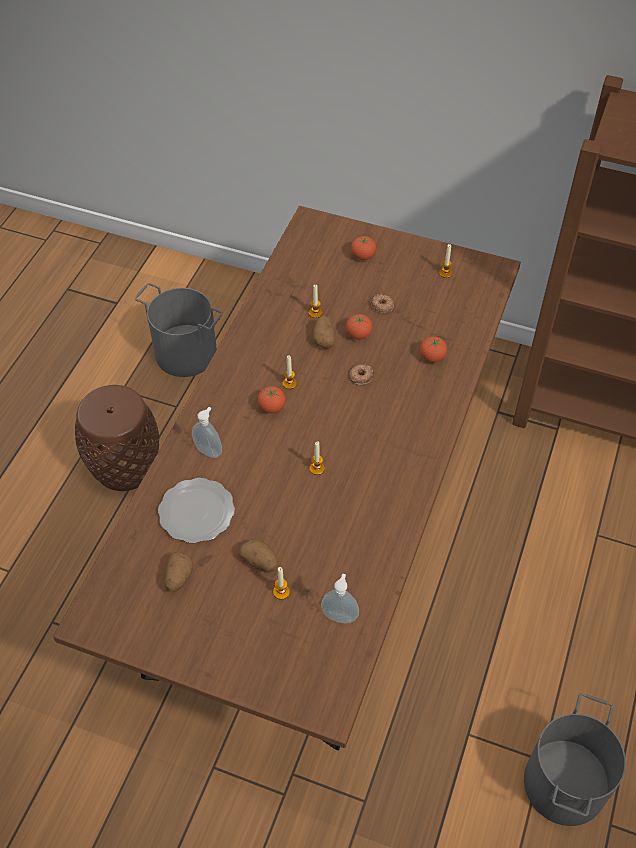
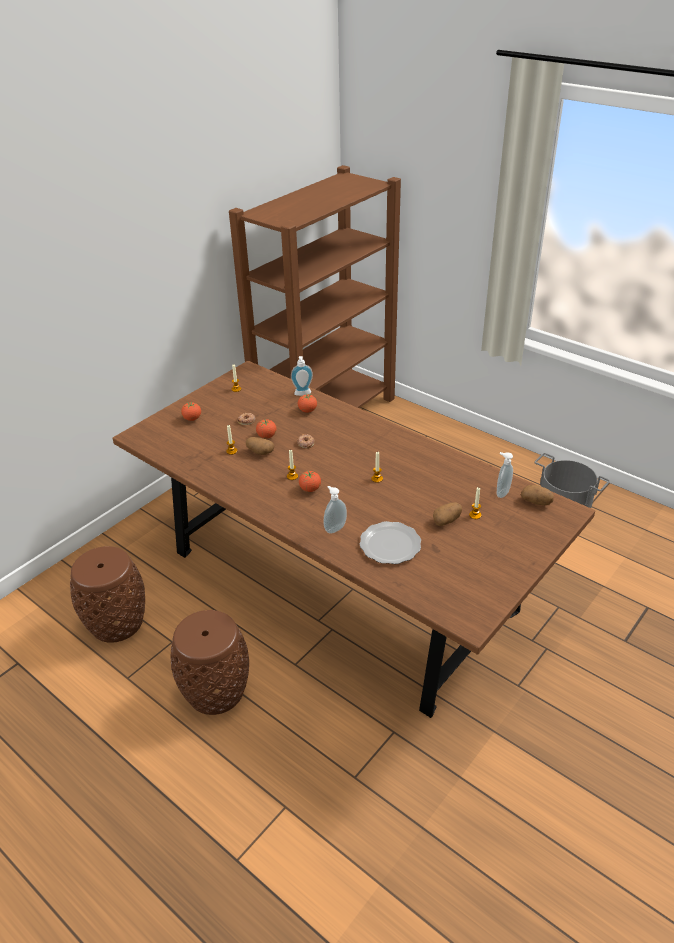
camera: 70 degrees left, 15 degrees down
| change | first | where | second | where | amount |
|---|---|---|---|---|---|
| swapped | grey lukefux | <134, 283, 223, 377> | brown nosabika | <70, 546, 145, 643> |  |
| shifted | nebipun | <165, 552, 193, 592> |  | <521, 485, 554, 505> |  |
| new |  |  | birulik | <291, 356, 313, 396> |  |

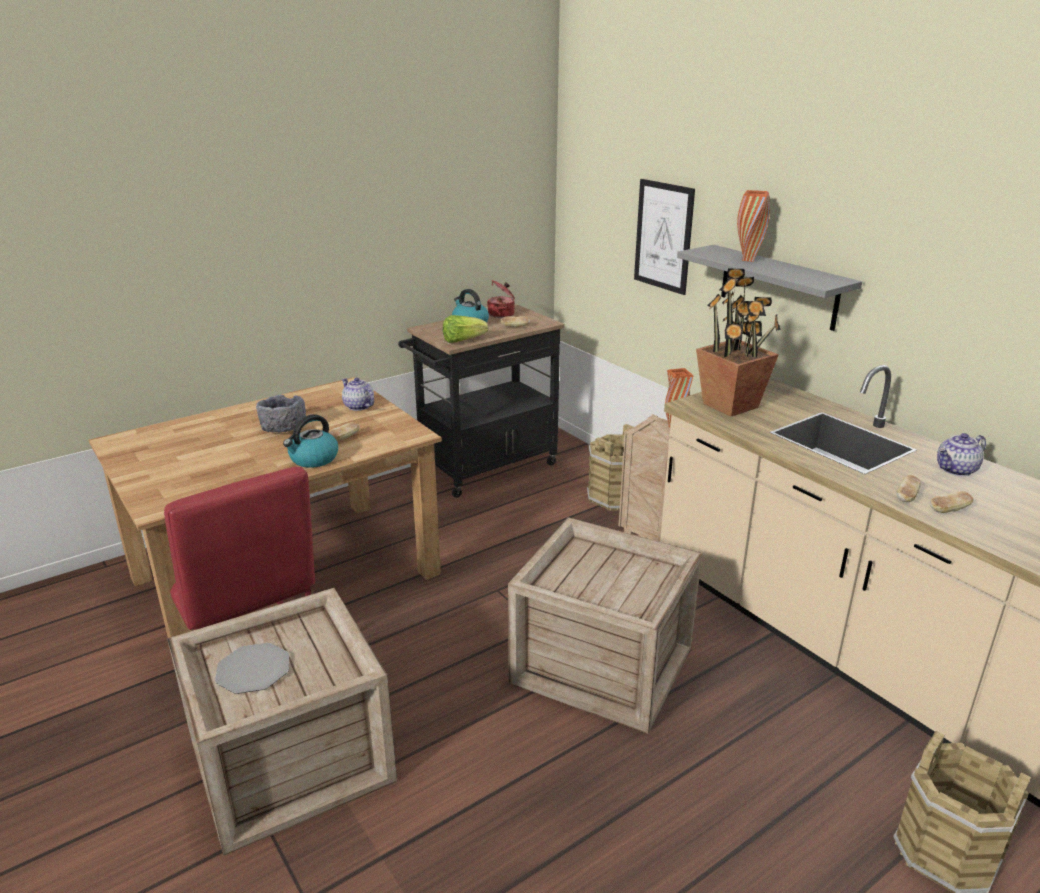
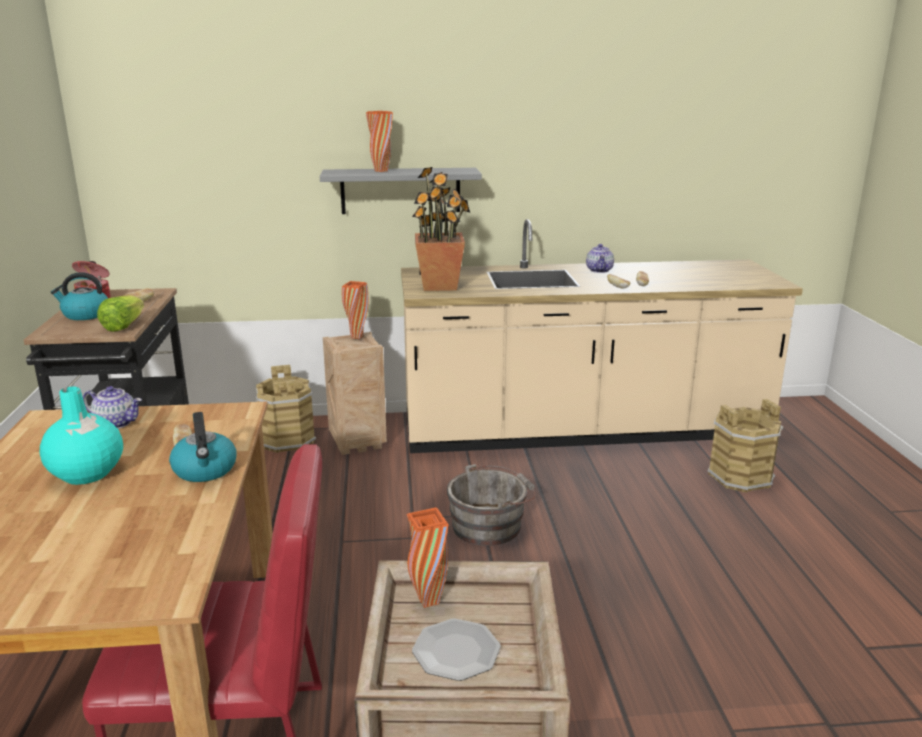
camera: 60 degrees left, 5 degrees down
| change | first | where | second | where | amount |
|---|---|---|---|---|---|
| swapped | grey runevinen | <256, 395, 306, 433> | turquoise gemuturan | <40, 386, 123, 485> |  |
| rotated | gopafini | <341, 378, 374, 411> |  | <83, 386, 142, 429> | 150 degrees counterclockwise |
| swapped | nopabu | <508, 517, 702, 734> | grey lukefux | <447, 464, 536, 546> |  |
| gone | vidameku | <634, 179, 695, 295> |  |  |  |
| new |  |  | orange gemuturan | <407, 507, 449, 608> |  |

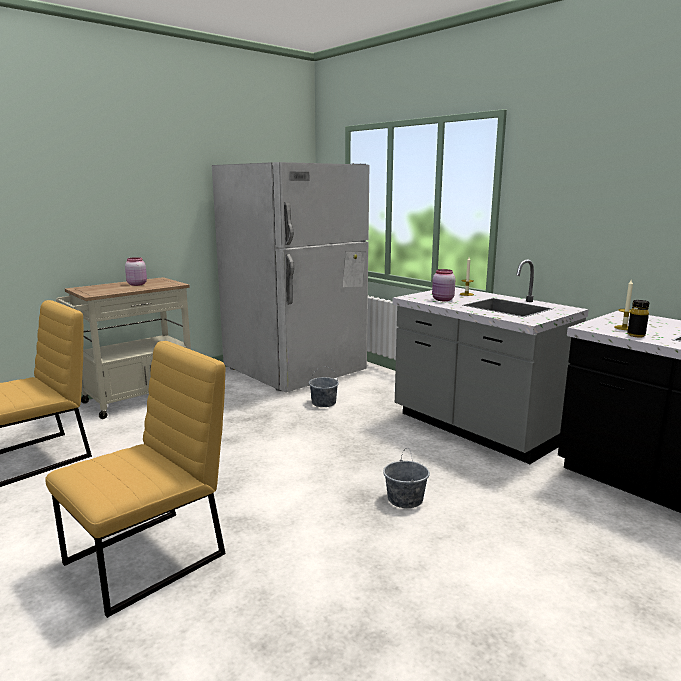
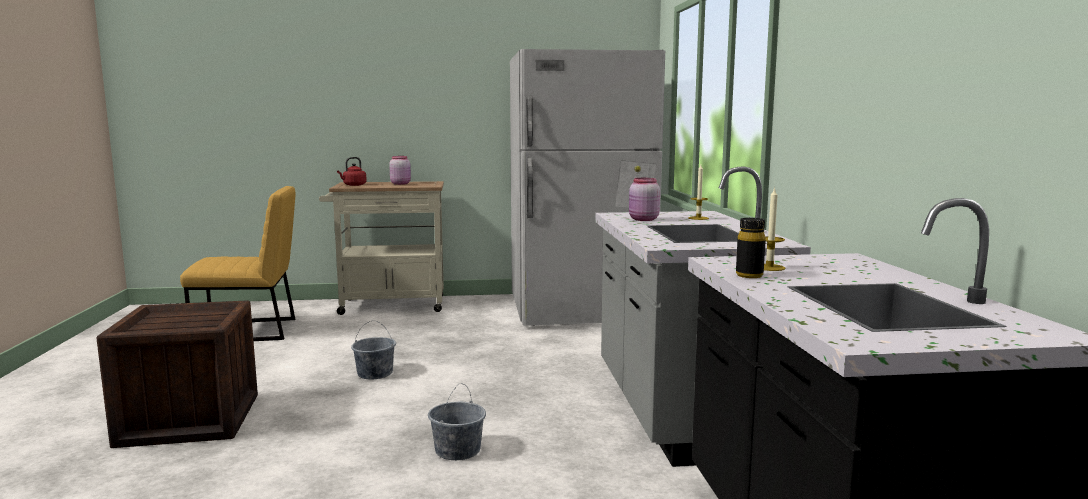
camera: 35 degrees right, 5 degrees down
| change | first | where | second | where | amount |
|---|---|---|---|---|---|
| swapped | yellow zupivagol | <45, 341, 226, 618> | nopabu | <96, 300, 258, 448> |  |
| shifted | grey lukefux | <309, 366, 339, 407> |  | <351, 320, 396, 379> |  |
| new |  |  | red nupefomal | <337, 157, 367, 186> |  |

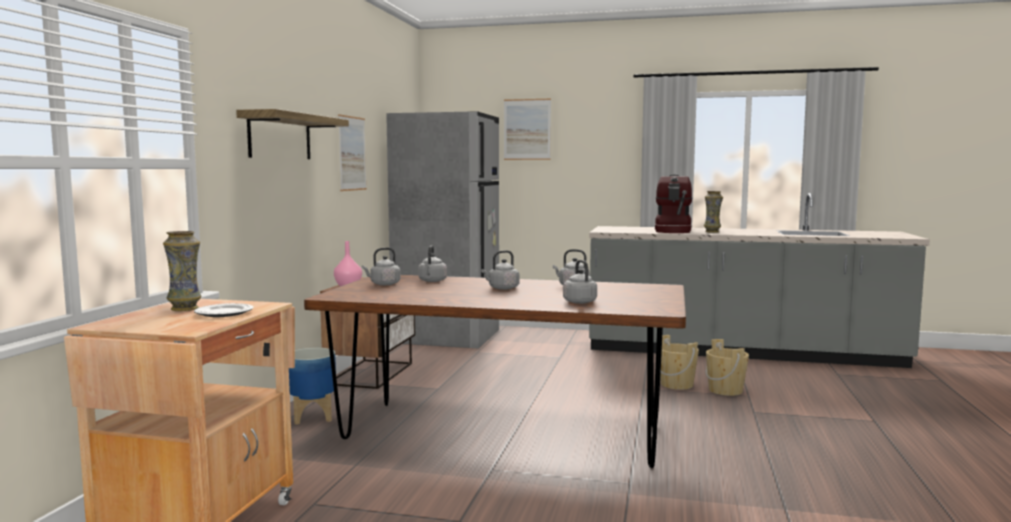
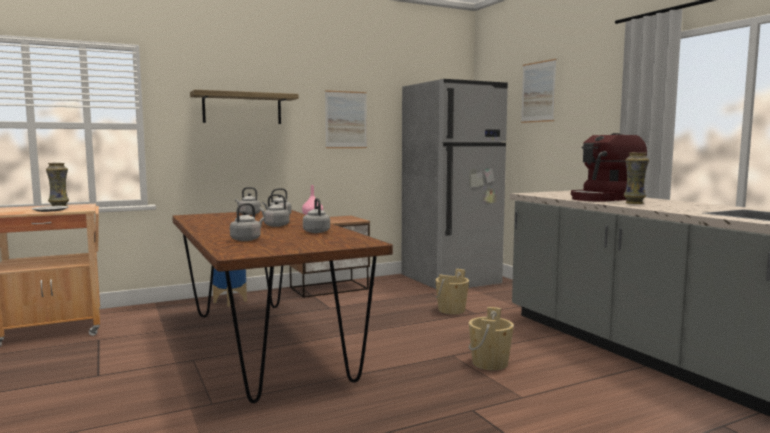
camera: 50 degrees right, 0 degrees up
| change | first | where | second | where | amount |
|---|---|---|---|---|---|
| shifted | beige lukefux | <706, 339, 749, 396> |  | <435, 269, 469, 314> |  |

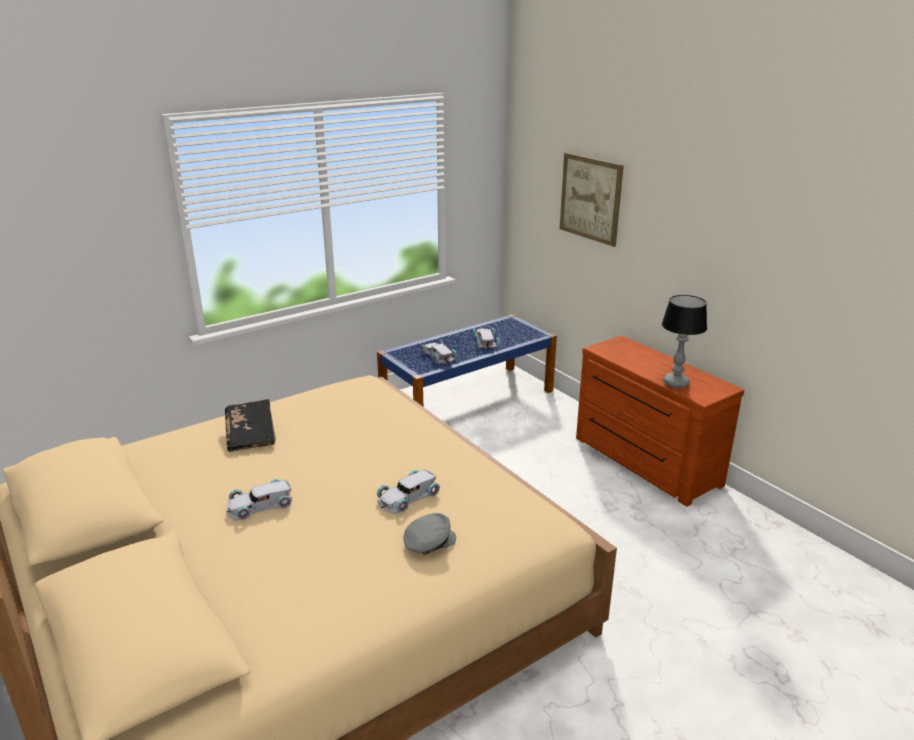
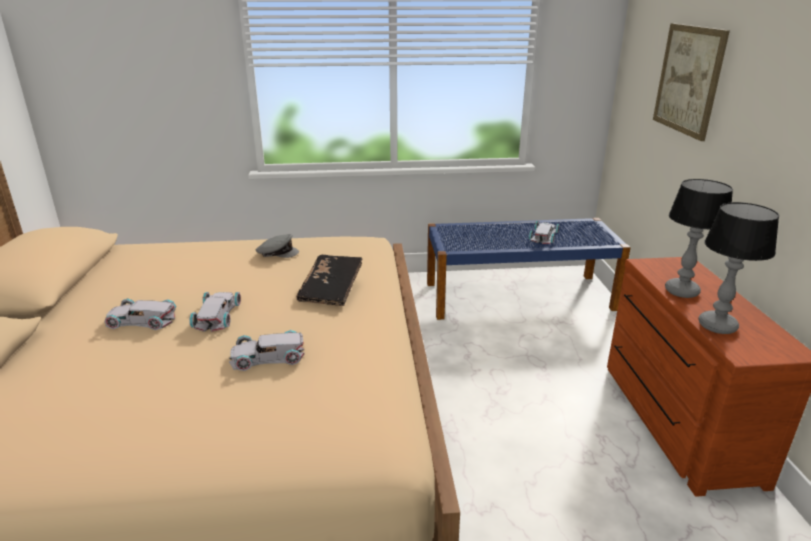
camera: 30 degrees right, 0 degrees up
| change | first | where | second | where | amount |
|---|---|---|---|---|---|
| shifted | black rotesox | <225, 399, 276, 452> |  | <296, 255, 363, 306> |  |
| shifted | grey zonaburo | <404, 513, 456, 555> |  | <256, 234, 299, 258> |  |
| shifted | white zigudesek | <421, 341, 457, 364> |  | <189, 292, 241, 332> |  |
| new |  |  | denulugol | <665, 179, 733, 298> |  |

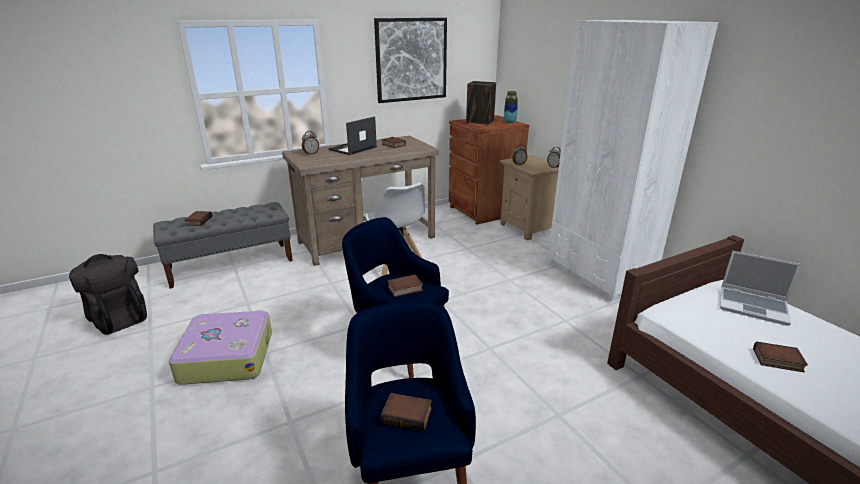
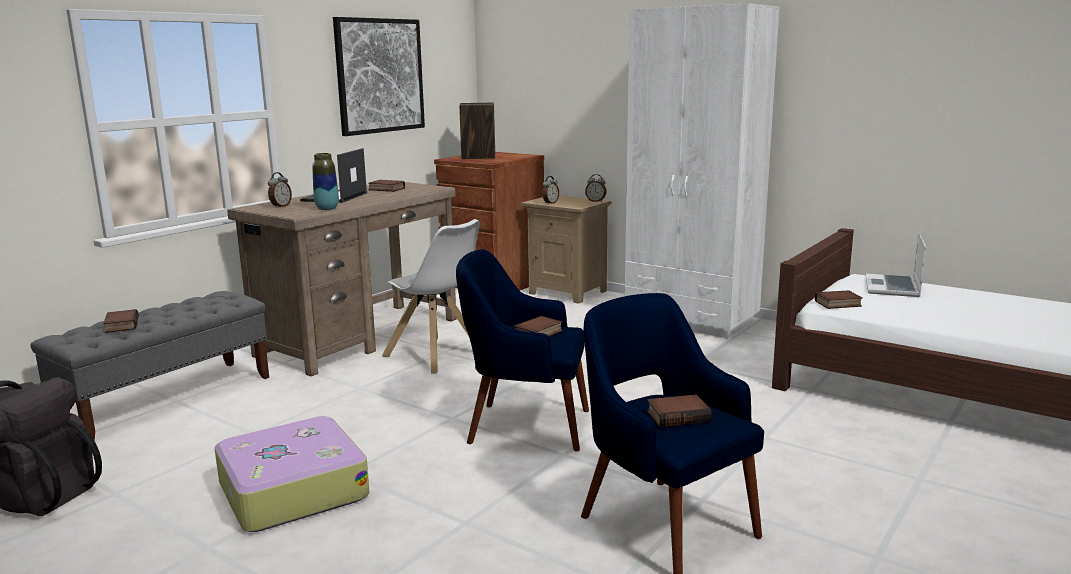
camera: 25 degrees left, 10 degrees down
| change | first | where | second | where | amount |
|---|---|---|---|---|---|
| shifted | gemuturan | <504, 91, 518, 123> |  | <312, 153, 339, 210> |  |
| rotated | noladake | <720, 251, 802, 326> |  | <865, 233, 926, 297> | 105 degrees clockwise |
| shifted | rotesox | <753, 342, 808, 372> |  | <815, 290, 863, 309> |  |

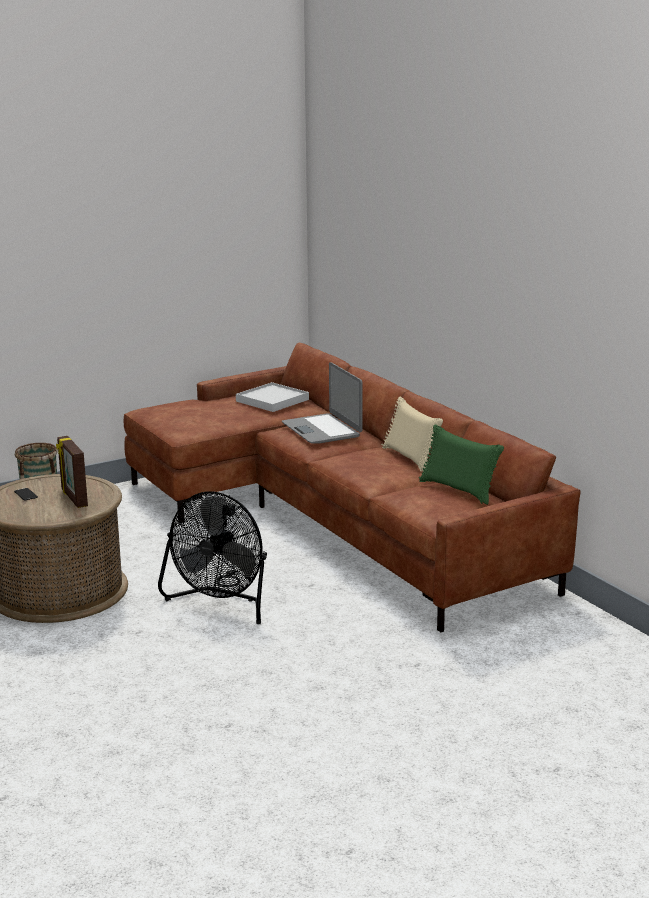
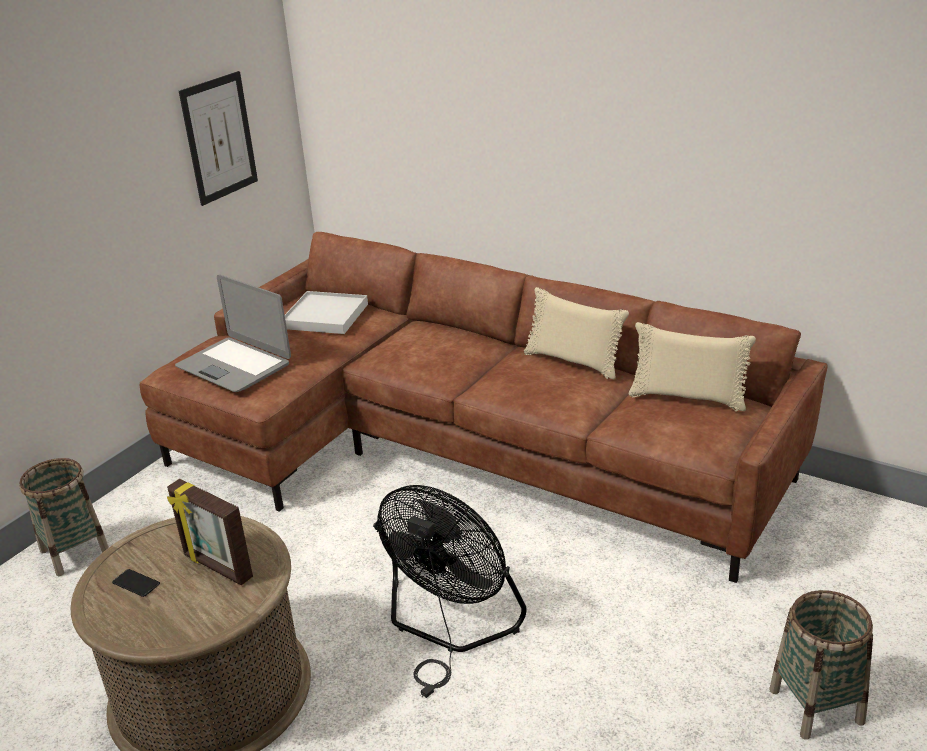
camera: 25 degrees left, 10 degrees up
| change | first | where | second | where | amount |
|---|---|---|---|---|---|
| rotated | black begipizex | <158, 491, 267, 624> |  | <373, 485, 527, 698> | 150 degrees counterclockwise |
| shifted | noladake | <282, 362, 362, 444> |  | <175, 274, 291, 392> |  |
| repainted | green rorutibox | <419, 424, 504, 505> | beige rorutibox | <628, 322, 756, 412> |  |
| new |  |  | vidameku | <179, 71, 258, 206> |  |
| new |  |  | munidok | <769, 590, 873, 740> |  |

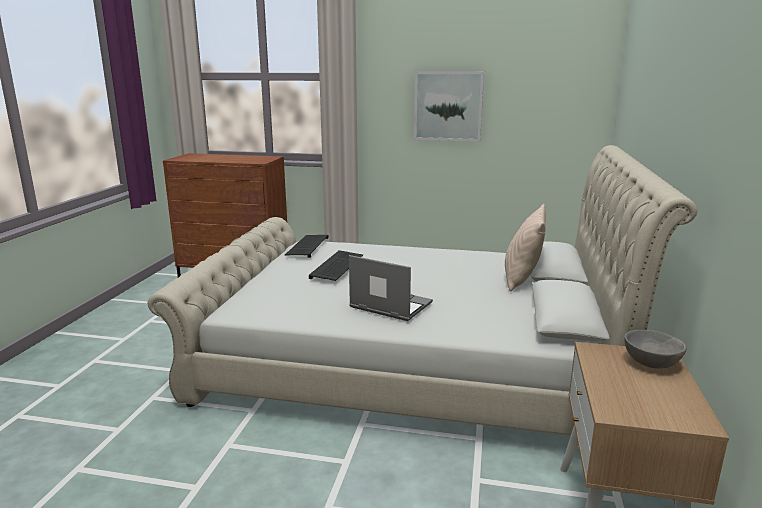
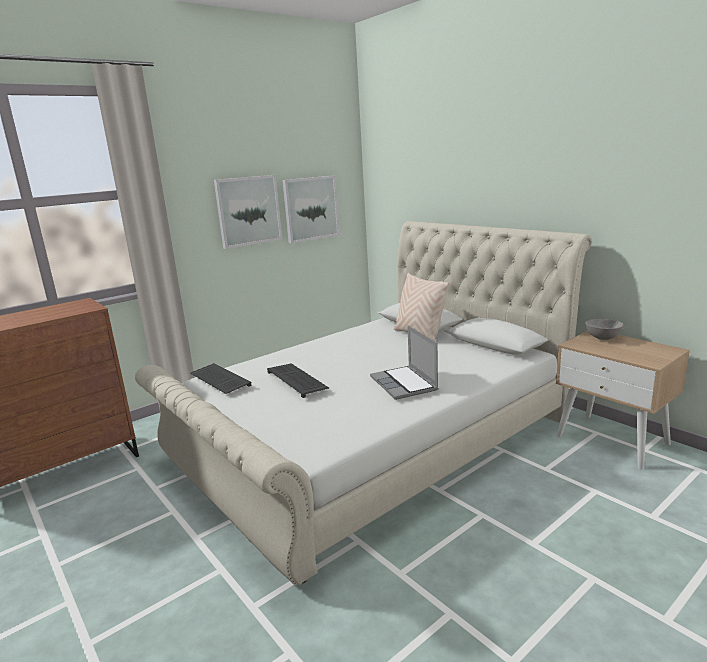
camera: 50 degrees left, 0 degrees up
| change | first | where | second | where | amount |
|---|---|---|---|---|---|
| rotated | noladake | <349, 255, 433, 321> |  | <370, 325, 439, 400> | 90 degrees counterclockwise |
| new |  |  | vidameku | <282, 176, 339, 244> |  |

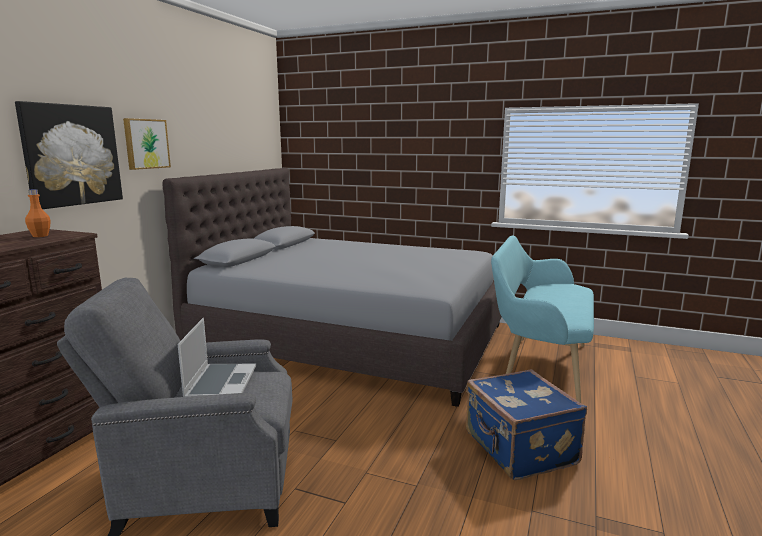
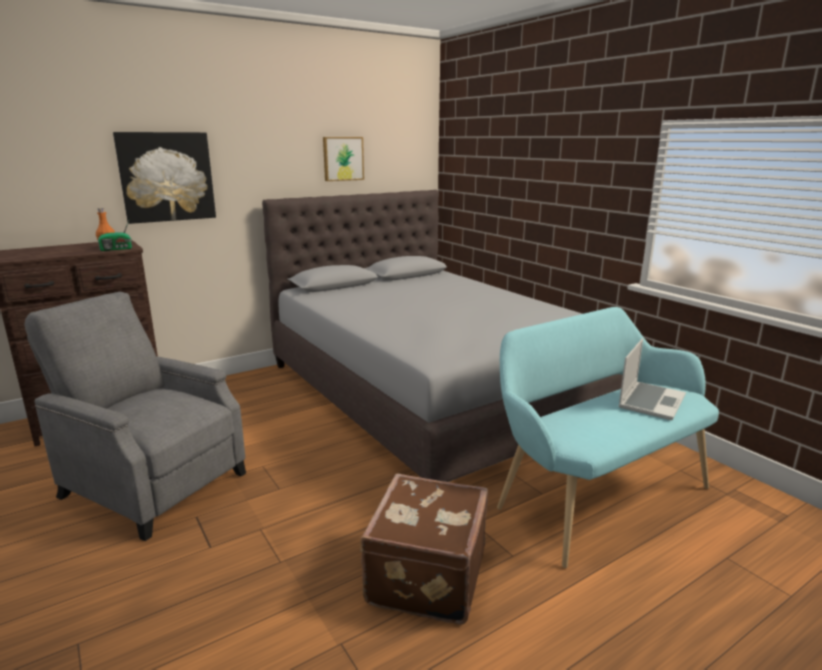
camera: 35 degrees right, 5 degrees up
| change | first | where | second | where | amount |
|---|---|---|---|---|---|
| shifted | vidameku | <123, 118, 171, 170> |  | <323, 137, 364, 181> |  |
| shifted | noladake | <178, 318, 256, 397> |  | <618, 338, 686, 420> |  |
| repainted | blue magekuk | <466, 369, 587, 480> | brown magekuk | <360, 473, 488, 624> |  |
| new |  |  | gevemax | <98, 220, 132, 251> |  |

